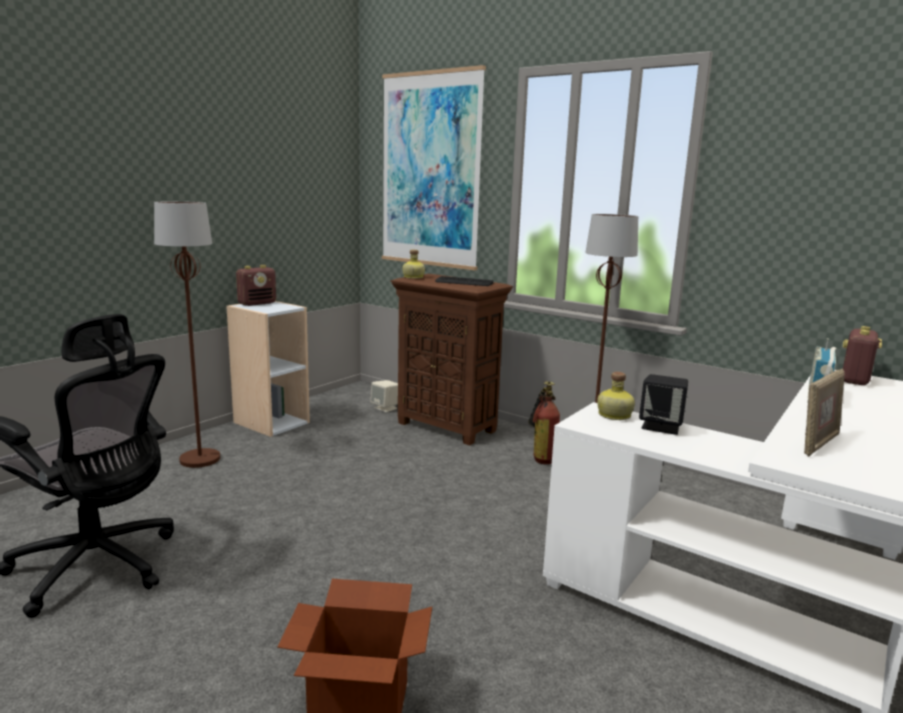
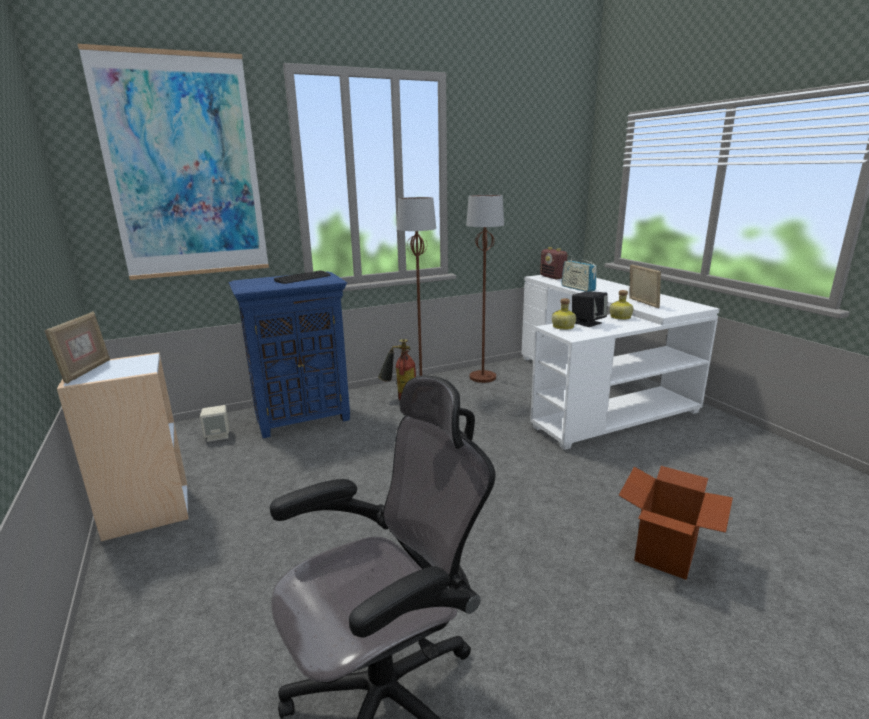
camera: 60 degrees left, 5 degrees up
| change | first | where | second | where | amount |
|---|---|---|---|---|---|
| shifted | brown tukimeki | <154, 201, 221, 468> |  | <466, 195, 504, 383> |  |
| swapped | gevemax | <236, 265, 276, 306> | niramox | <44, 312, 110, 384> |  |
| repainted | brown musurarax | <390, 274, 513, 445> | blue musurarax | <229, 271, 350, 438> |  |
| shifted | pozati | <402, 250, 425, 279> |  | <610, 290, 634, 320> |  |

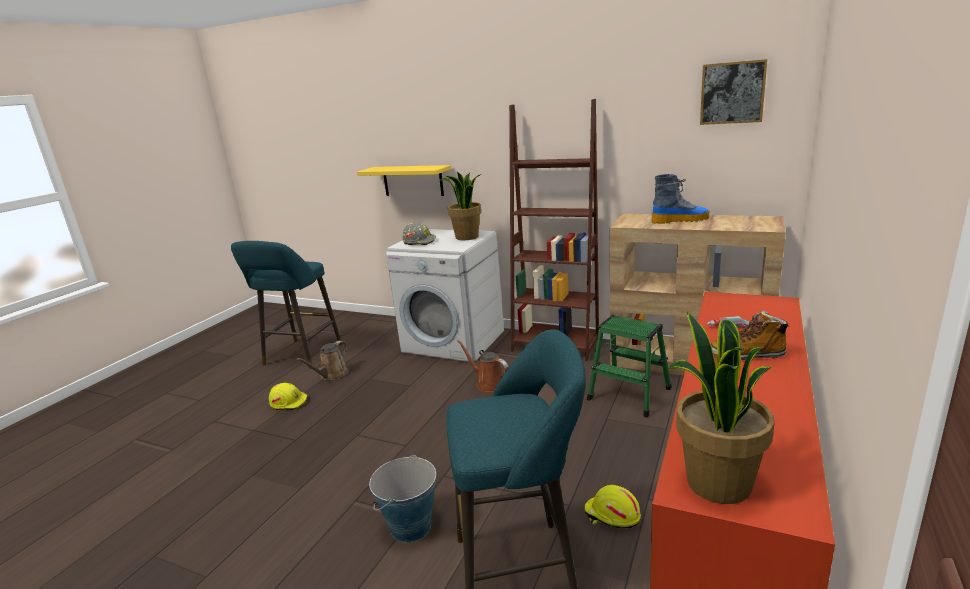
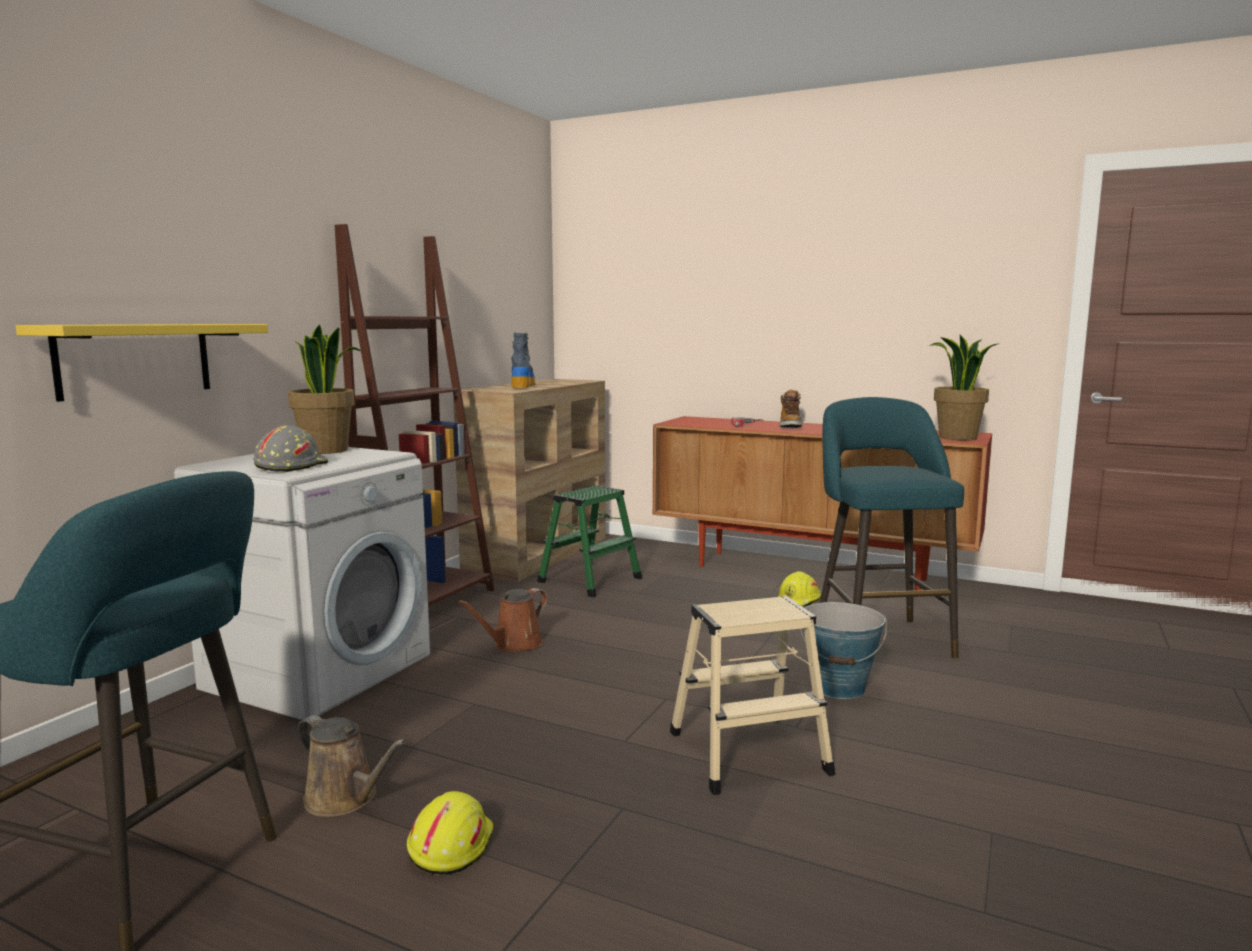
camera: 90 degrees left, 10 degrees down
| change | first | where | second | where | amount |
|---|---|---|---|---|---|
| gone | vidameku | <700, 59, 767, 125> |  |  |  |
| new |  |  | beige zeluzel | <670, 595, 835, 795> |  |

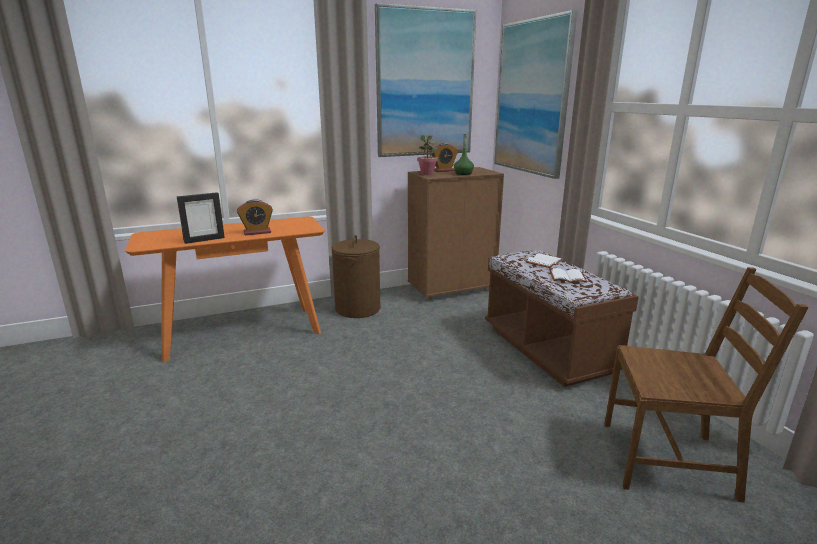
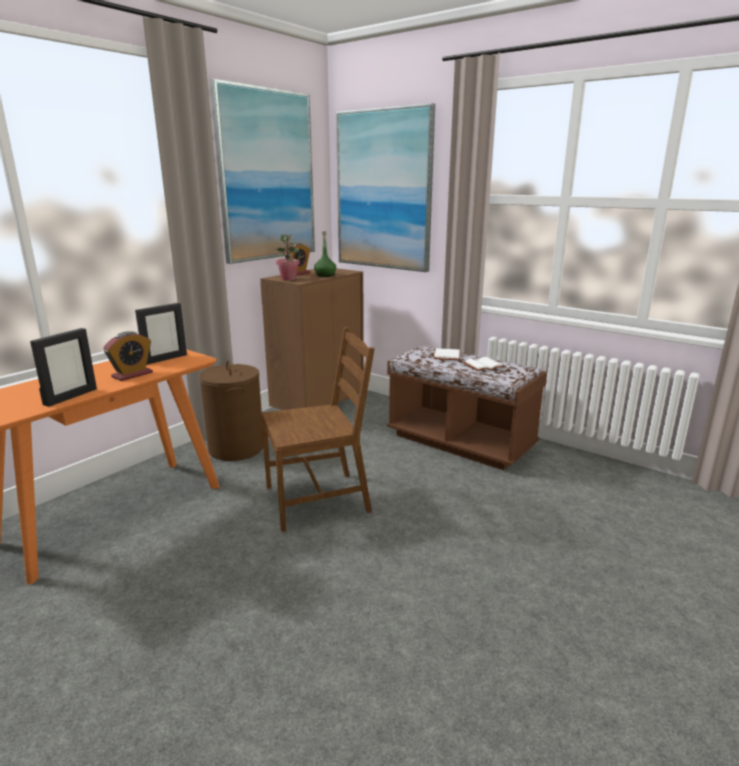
camera: 30 degrees left, 0 degrees up
| change | first | where | second | where | amount |
|---|---|---|---|---|---|
| shifted | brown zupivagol | <605, 267, 809, 503> |  | <261, 327, 375, 532> |  |
| new |  |  | niramox | <135, 303, 187, 365> |  |

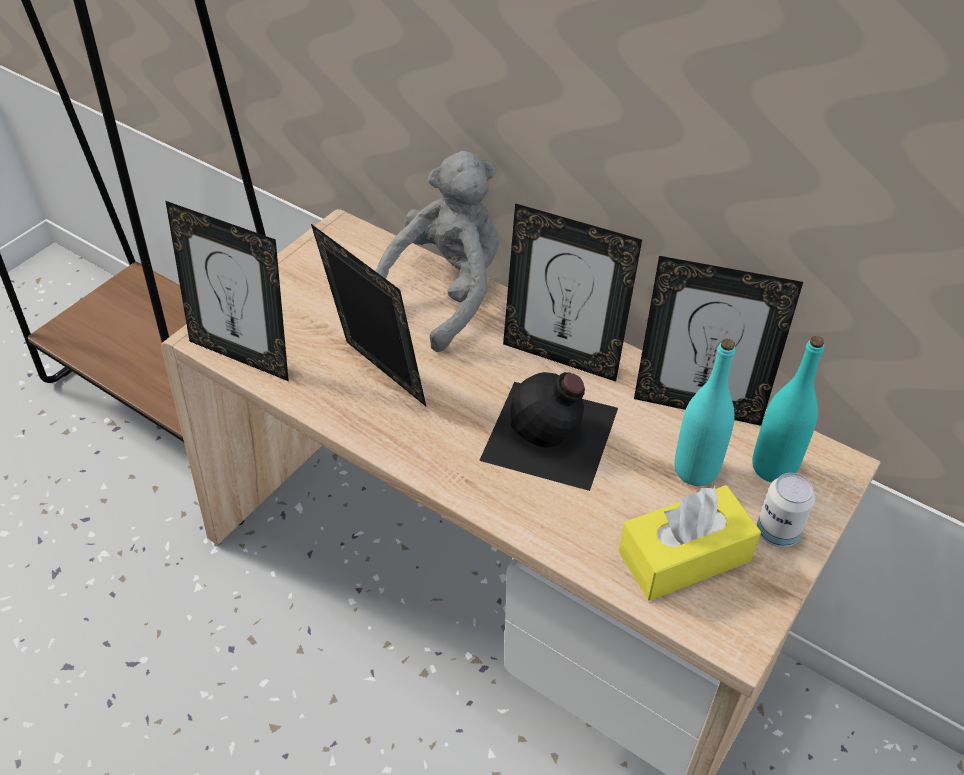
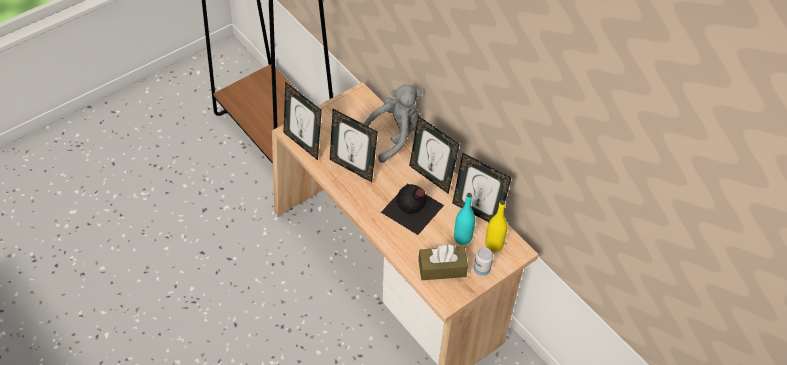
camera: 15 degrees right, 5 degrees up
| change | first | where | second | where | amount |
|---|---|---|---|---|---|
| rotated | niramox | <311, 224, 426, 406> |  | <330, 109, 378, 182> | 150 degrees clockwise |
| repainted | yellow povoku | <619, 485, 761, 601> | brown povoku | <419, 244, 468, 280> |  |
| repainted | turquoise pozati | <752, 336, 824, 483> | yellow pozati | <485, 200, 507, 252> |  |

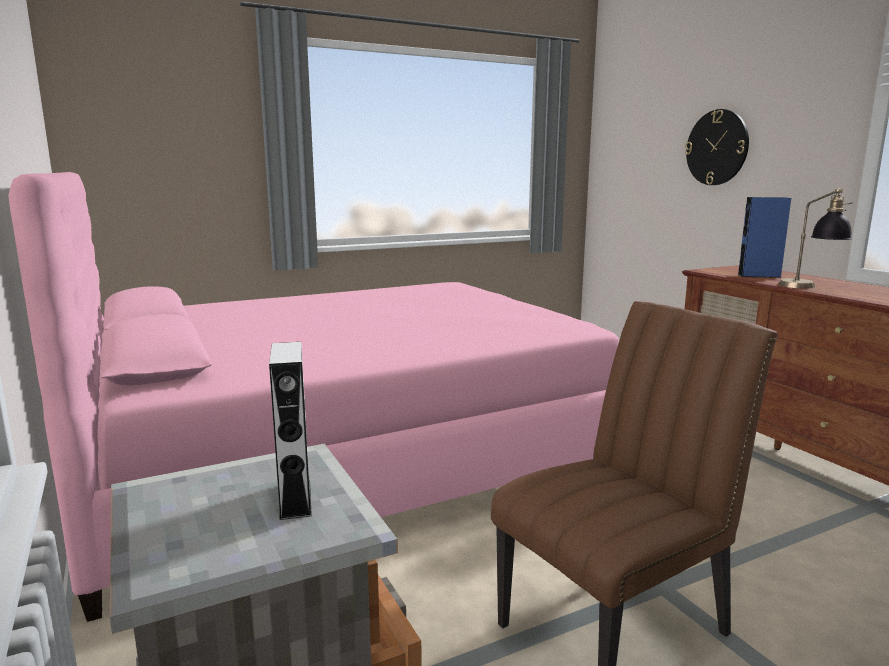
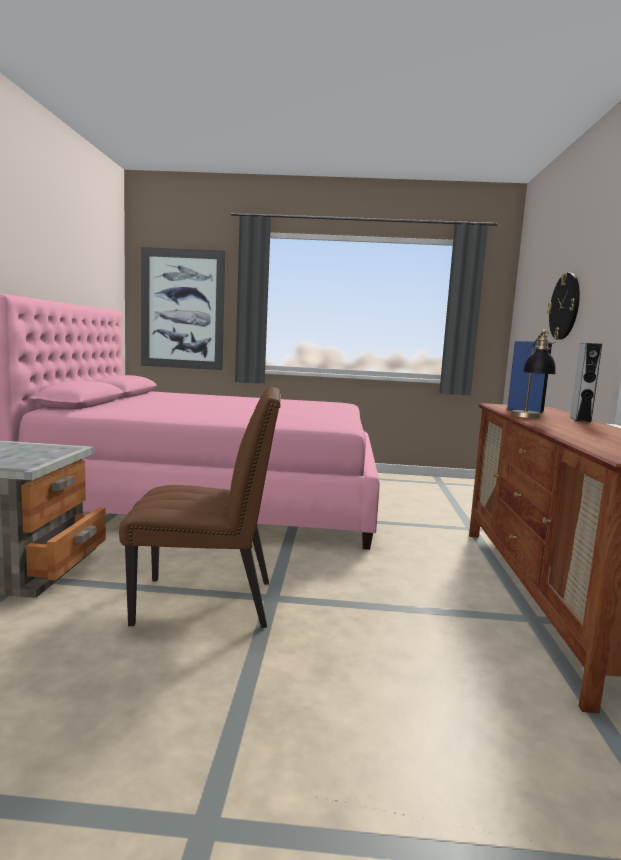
camera: 30 degrees right, 5 degrees down
| change | first | where | second | where | amount |
|---|---|---|---|---|---|
| shifted | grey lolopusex | <269, 342, 312, 520> |  | <570, 343, 602, 422> |  |
| new |  |  | vidameku | <141, 247, 226, 370> |  |

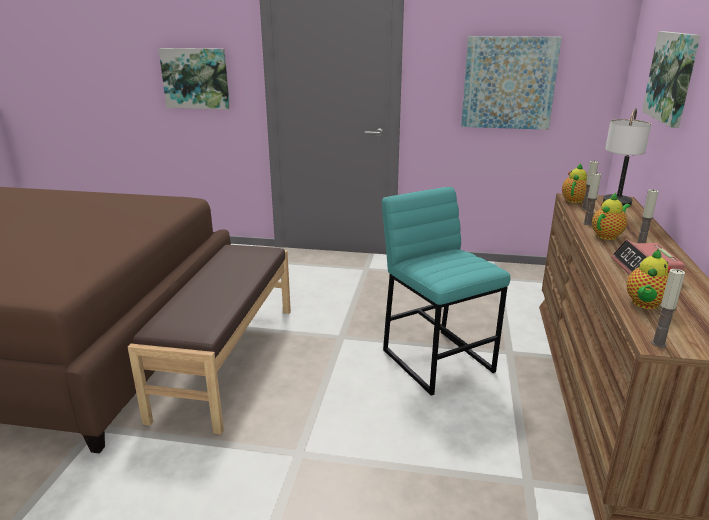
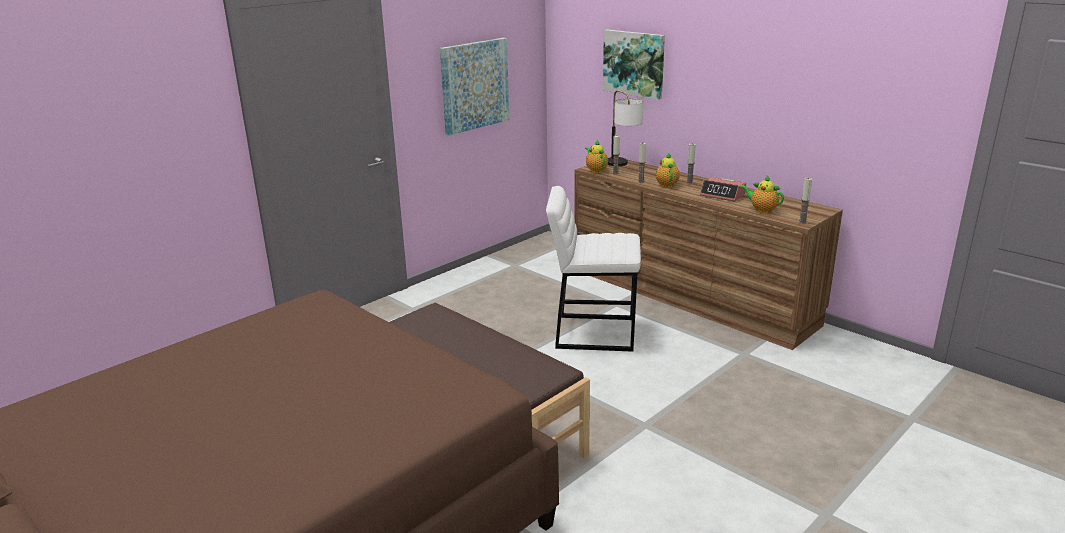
camera: 55 degrees left, 0 degrees up
| change | first | where | second | where | amount |
|---|---|---|---|---|---|
| gone | vidameku | <159, 48, 230, 109> |  |  |  |
| repainted | turquoise zupivagol | <382, 187, 510, 396> | white zupivagol | <546, 186, 641, 352> |  |
| rotated | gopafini | <627, 250, 672, 309> |  | <739, 175, 784, 213> | 150 degrees clockwise |

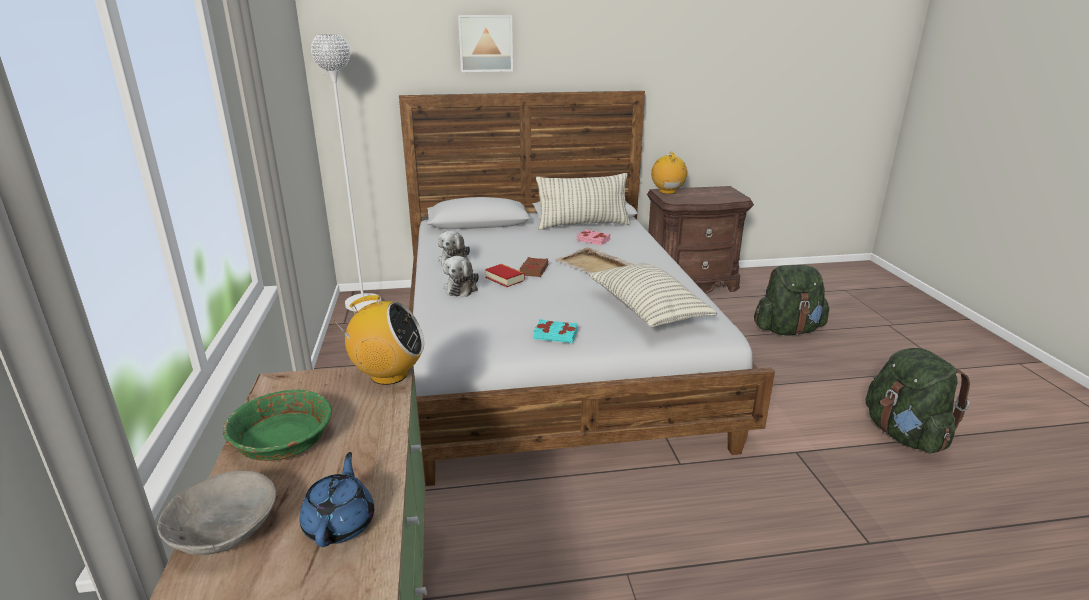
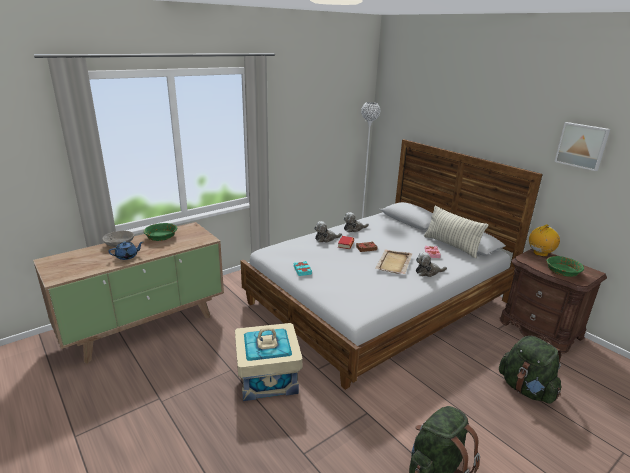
camera: 60 degrees right, 0 degrees up
| change | first | where | second | where | amount |
|---|---|---|---|---|---|
| gone | gevemax | <334, 295, 424, 385> |  |  |  |
| shifted | vidameku | <458, 15, 513, 72> |  | <555, 122, 610, 171> |  |
| gone | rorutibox | <589, 263, 717, 327> |  |  |  |
| new |  |  | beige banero | <235, 323, 303, 401> |  |
| new |  |  | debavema | <416, 252, 447, 277> |  |
| new |  |  | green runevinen | <546, 256, 584, 277> |  |

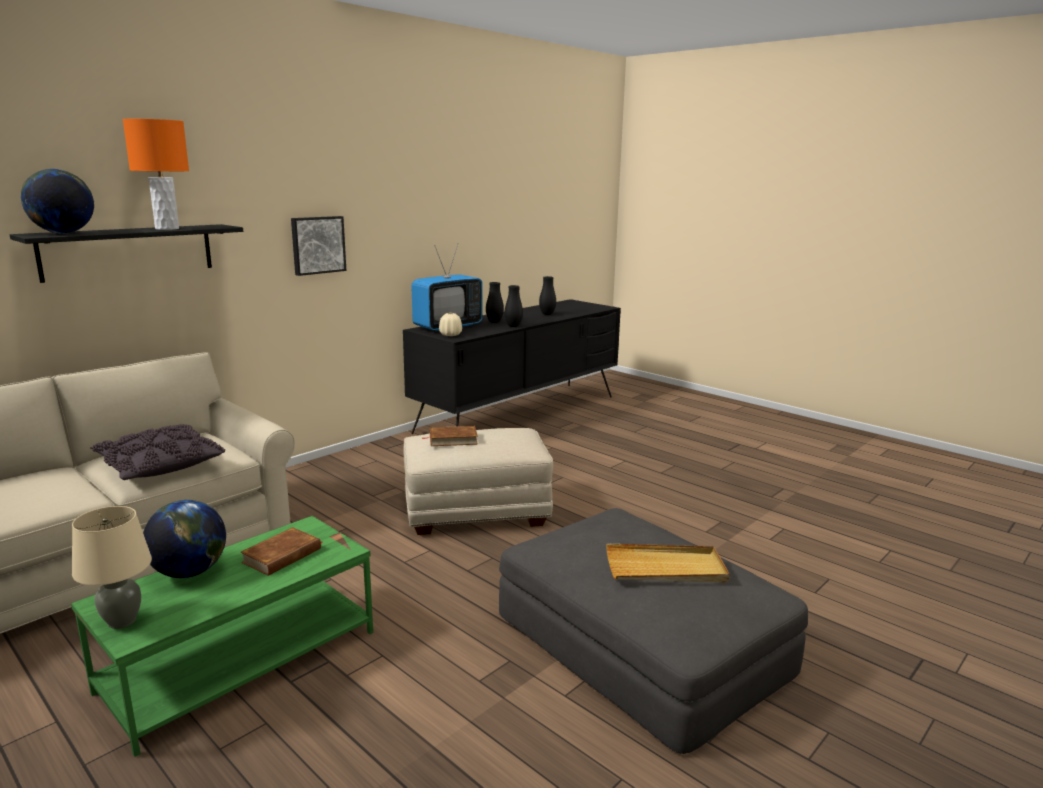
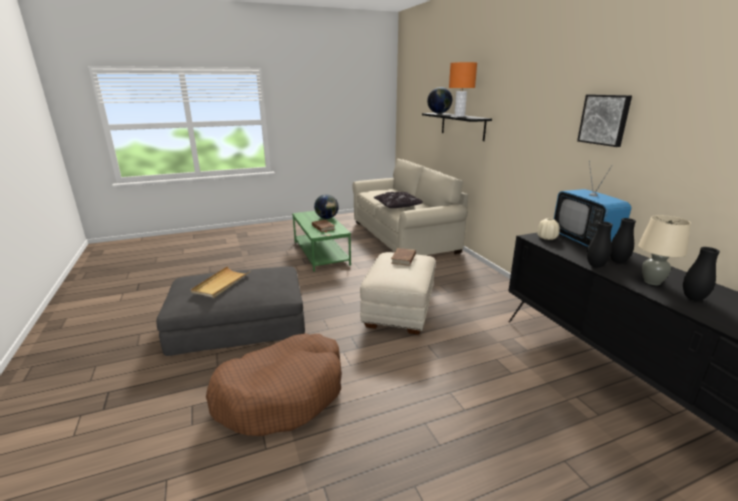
camera: 115 degrees right, 5 degrees up
| change | first | where | second | where | amount |
|---|---|---|---|---|---|
| shifted | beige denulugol | <72, 506, 152, 629> |  | <638, 215, 691, 285> |  |
| shifted | vidameku | <291, 216, 347, 276> |  | <577, 94, 632, 147> |  |
| new |  |  | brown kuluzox | <206, 333, 342, 436> |  |

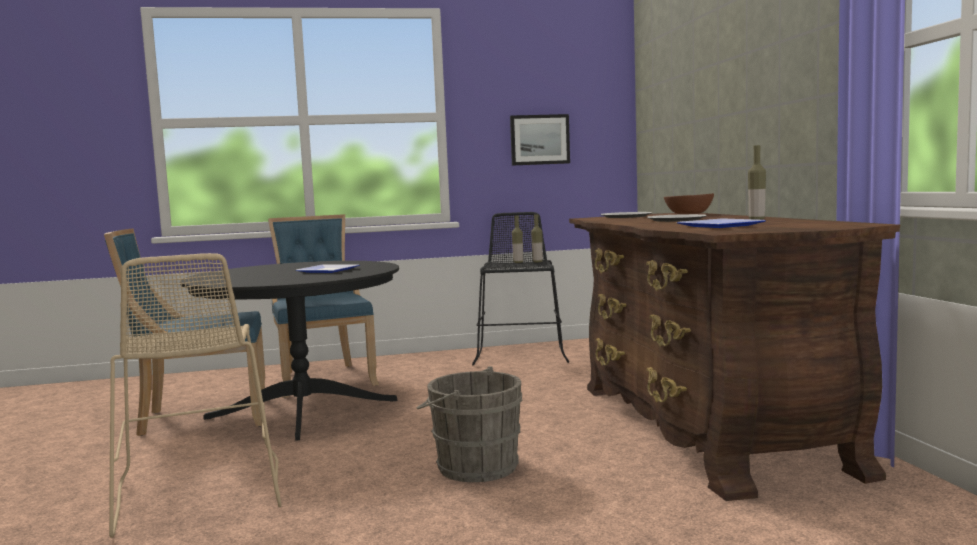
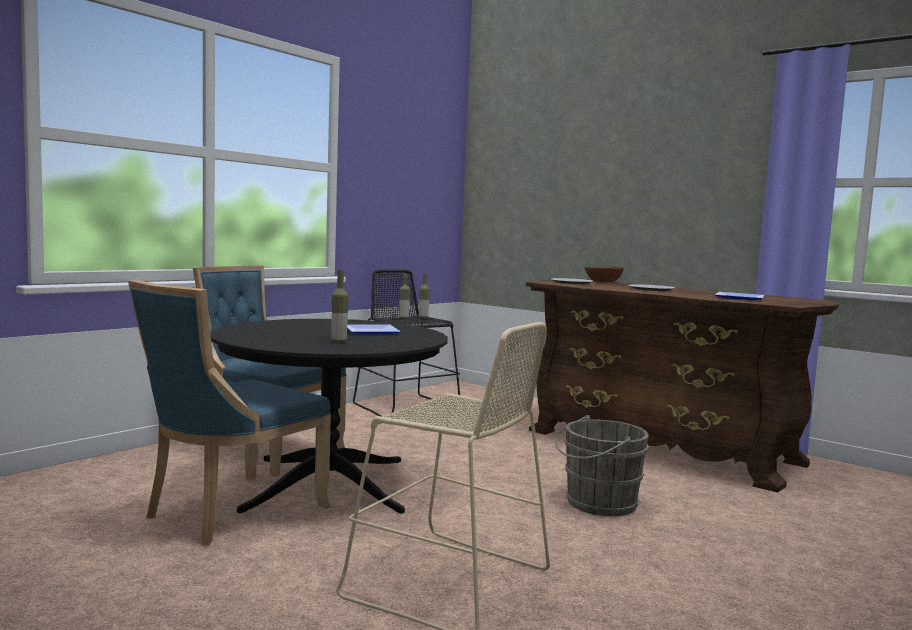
camera: 40 degrees left, 0 degrees up
| change | first | where | second | where | amount |
|---|---|---|---|---|---|
| gone | vidameku | <510, 114, 570, 166> |  |  |  |
| shifted | pozati | <748, 145, 766, 220> |  | <331, 270, 349, 343> |  |

